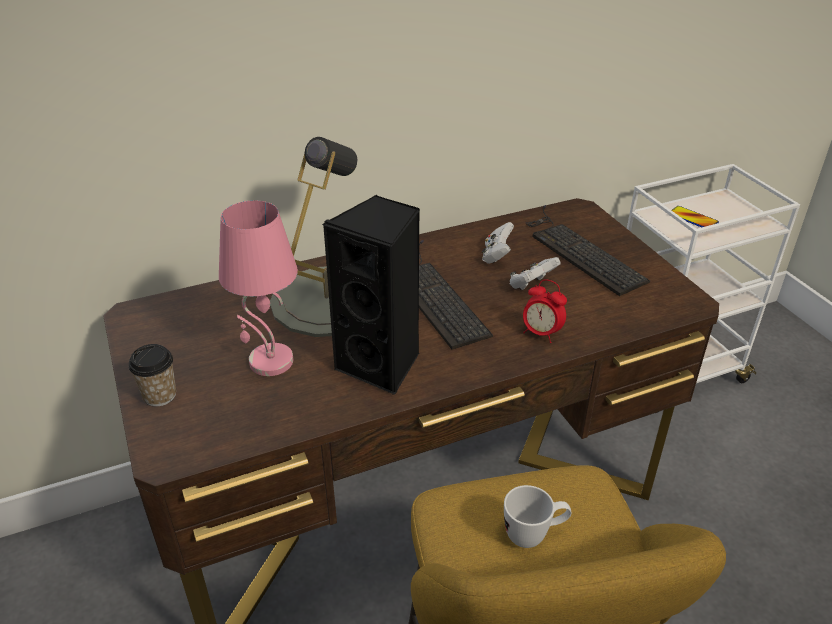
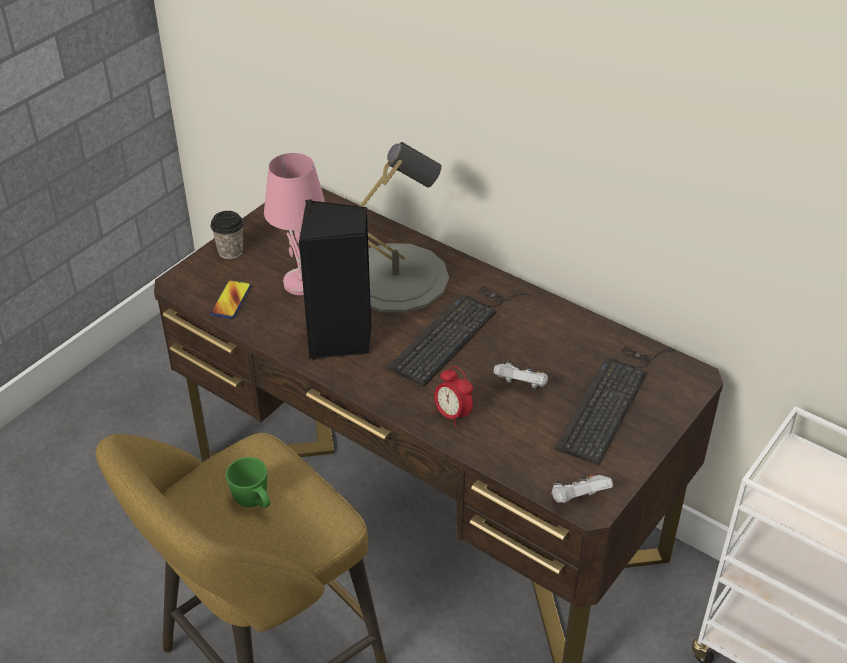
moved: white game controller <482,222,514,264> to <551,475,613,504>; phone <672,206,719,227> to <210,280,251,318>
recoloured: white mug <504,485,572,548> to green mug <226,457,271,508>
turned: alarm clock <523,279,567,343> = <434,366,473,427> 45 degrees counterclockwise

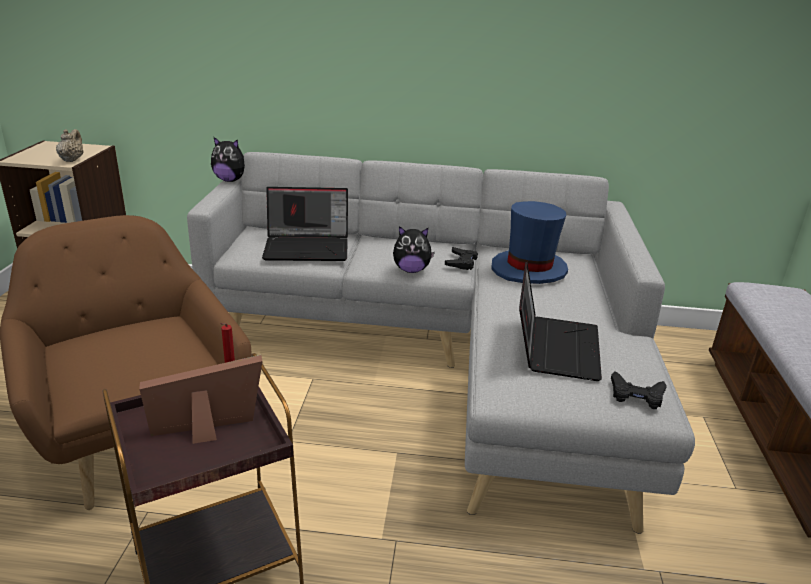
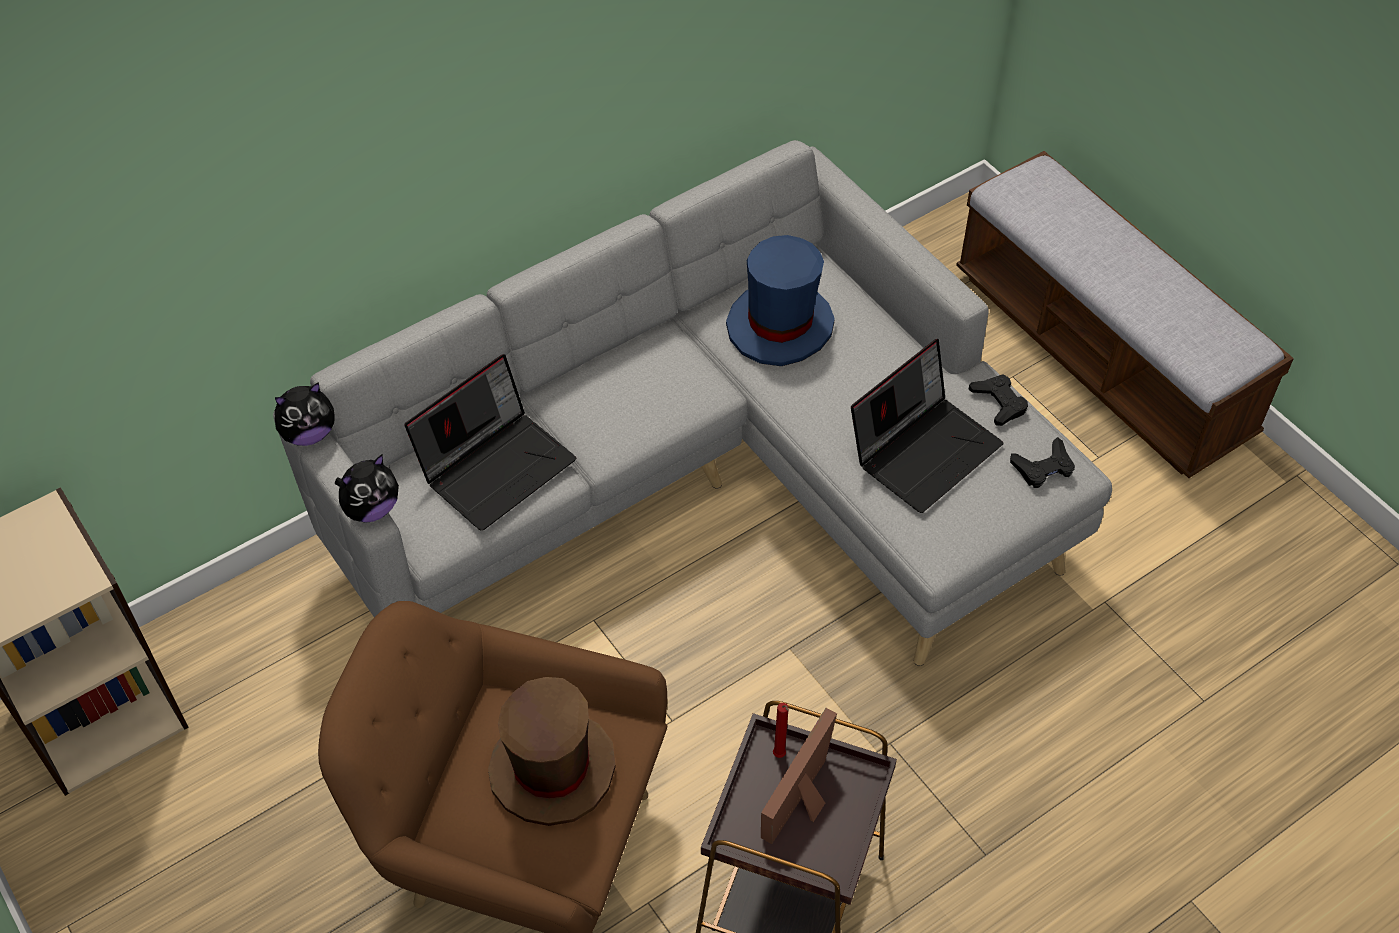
removed: beige teapot <56,129,84,162>
added: brown hat <488,677,616,826>
moved: plush toy <393,226,435,273> to <335,454,399,523>; black game controller <445,247,478,270> to <969,375,1028,426>
turned: laptop <519,262,602,381> = <851,339,1004,513> 75 degrees clockwise

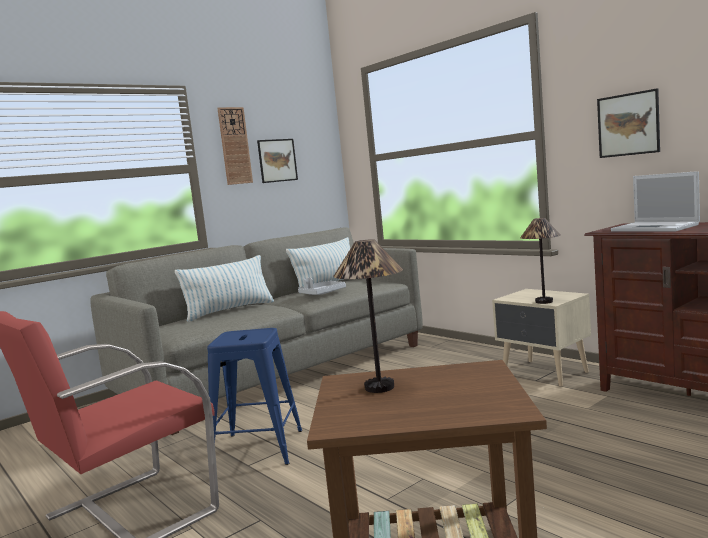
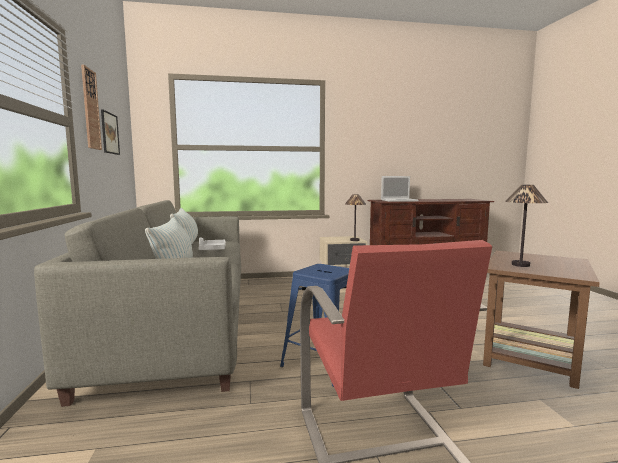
removed: picture <597,88,660,158>

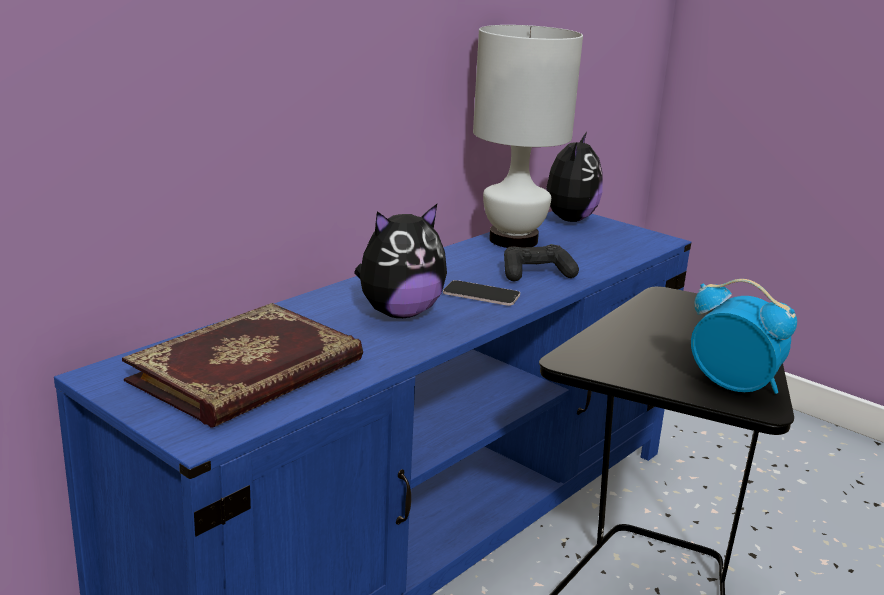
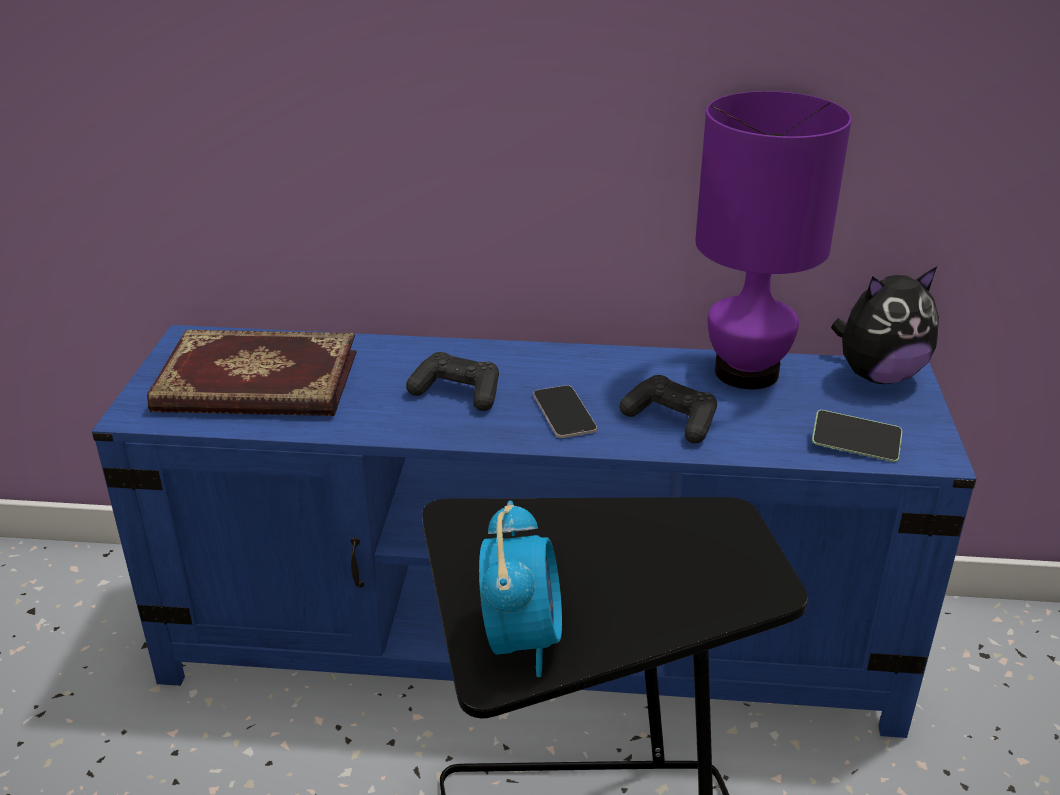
added: phone <812,410,903,462>
replaced: plush toy <354,204,447,318> to black game controller <406,352,499,411>
recoloured: white table lamp <473,25,583,248> to purple table lamp <695,91,851,389>

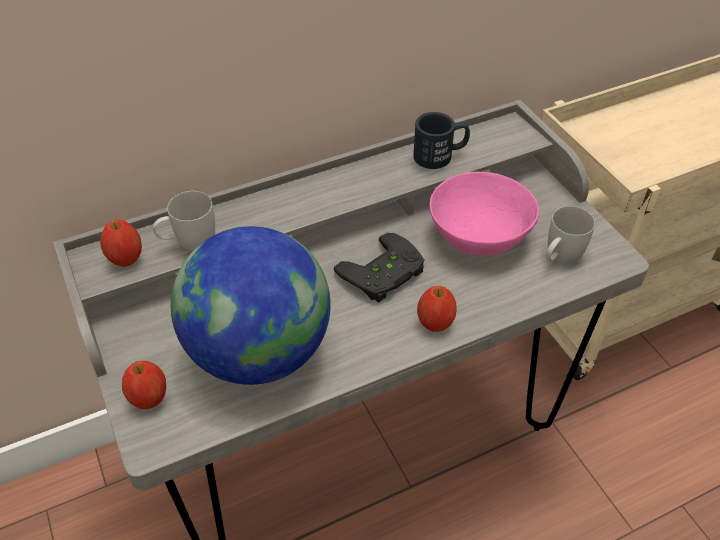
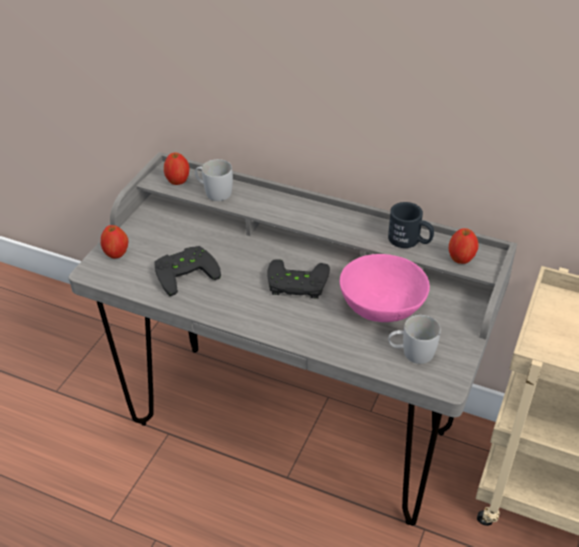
moved: apple <417,286,457,332> to <449,228,479,264>
replaced: globe <171,226,331,385> to black game controller <155,246,221,296>

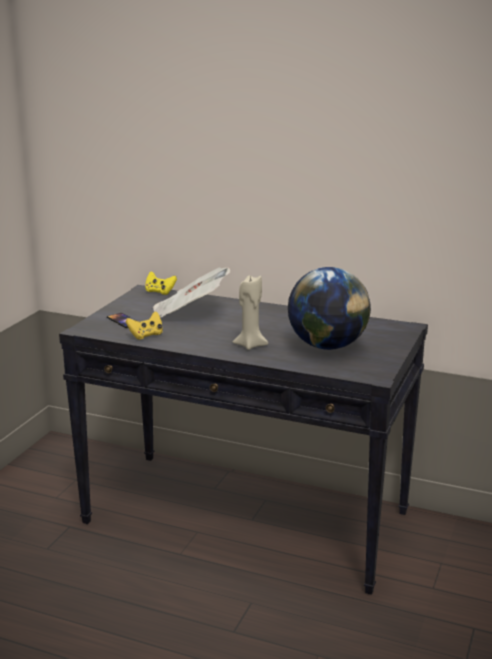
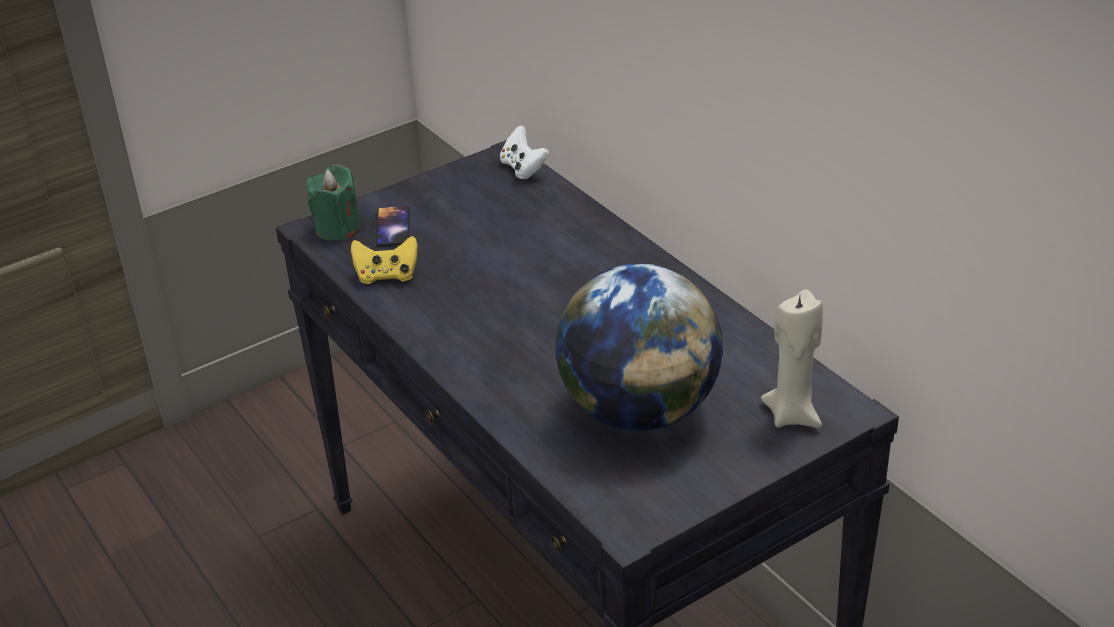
removed: newspaper <153,267,230,318>
added: green candle <307,165,361,241>
moved: beige candle <233,275,268,350> to <761,290,823,428>
recoloured: yellow game controller <145,271,177,295> to white game controller <500,125,550,179>

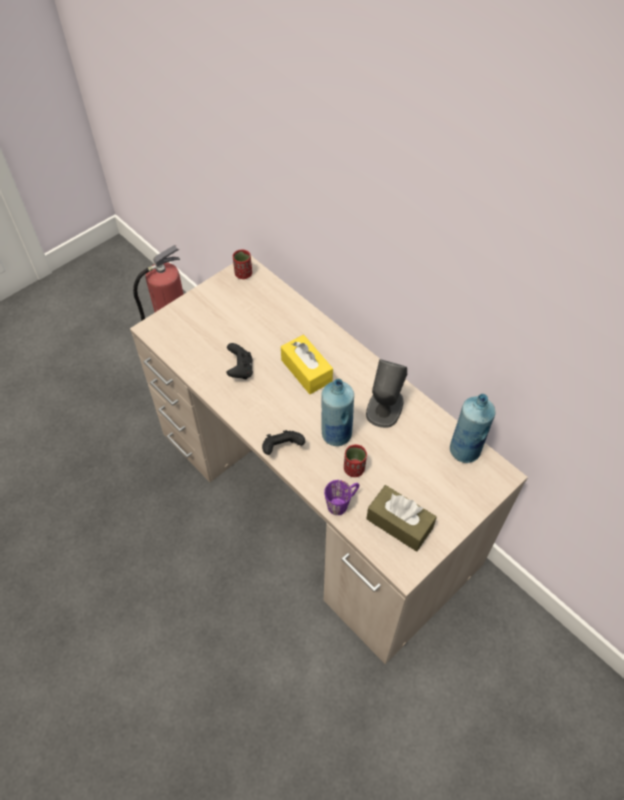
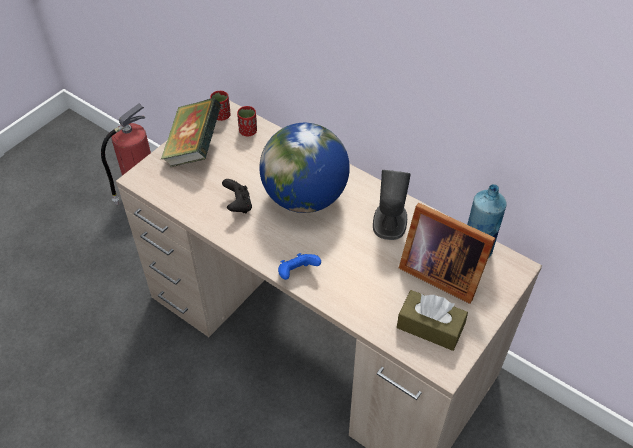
removed: blue bottle <321,378,354,446>; purple mug <324,480,359,515>
added: book <161,98,221,167>; picture frame <399,203,496,304>
moved: red cup <344,444,367,477> to <237,106,257,136>
replaced: yellow tissue box <281,335,333,394> to globe <259,123,350,213>
recoloured: black game controller <262,430,305,455> to blue game controller <278,253,321,280>

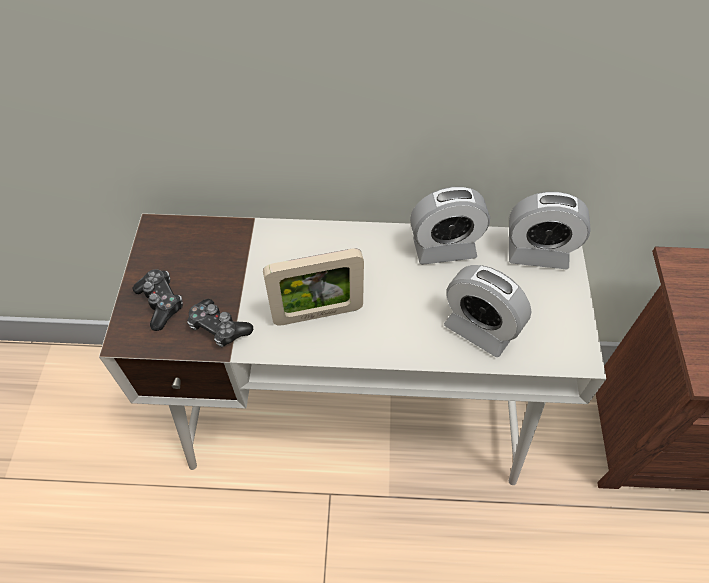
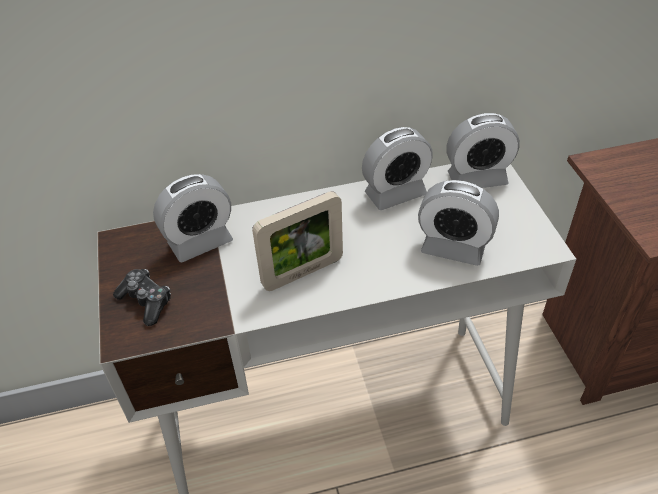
removed: game controller <187,299,253,347>
added: alarm clock <153,174,233,262>

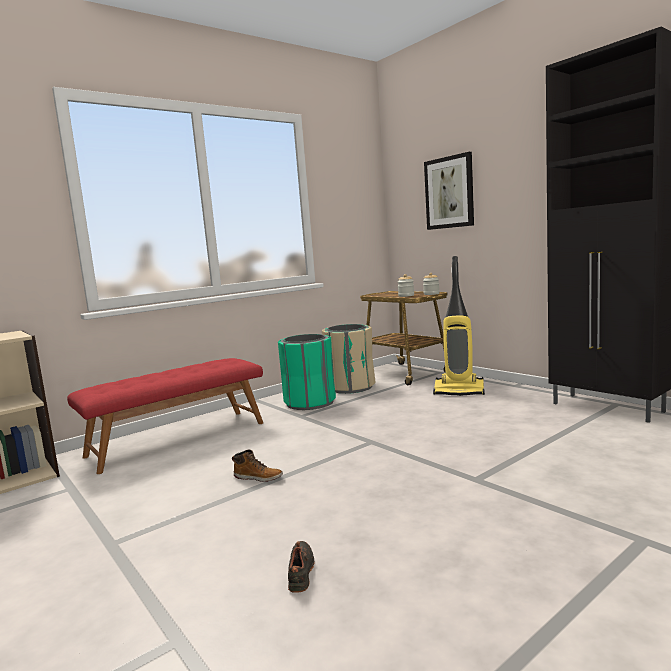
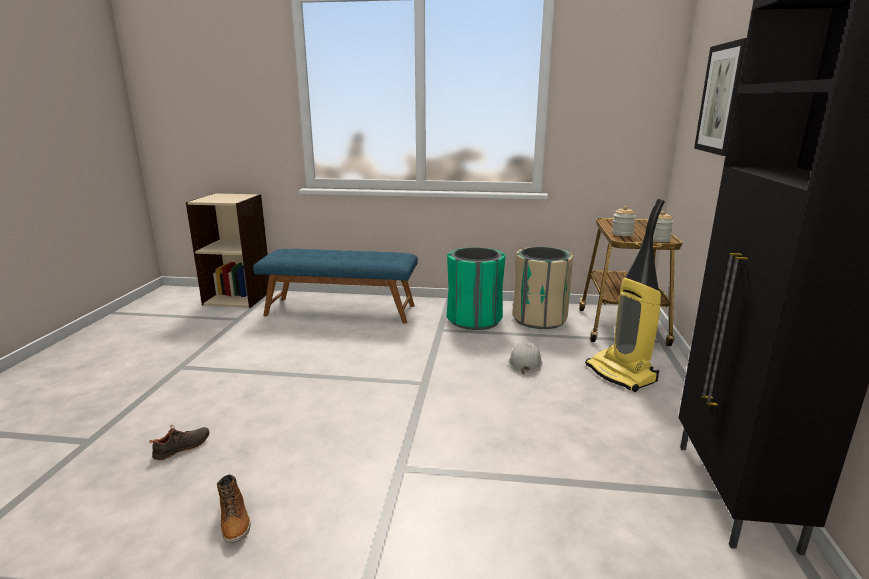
added: white hard hat <508,341,543,374>
moved: boot <232,449,283,482> to <217,474,251,543>
recoloured: red bench <67,358,263,474> to blue bench <253,249,418,324>

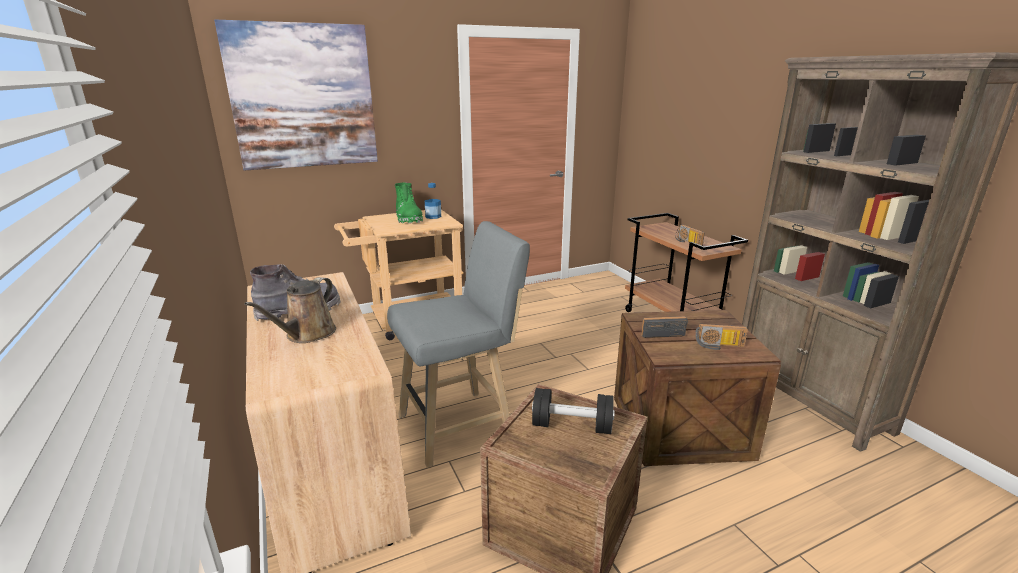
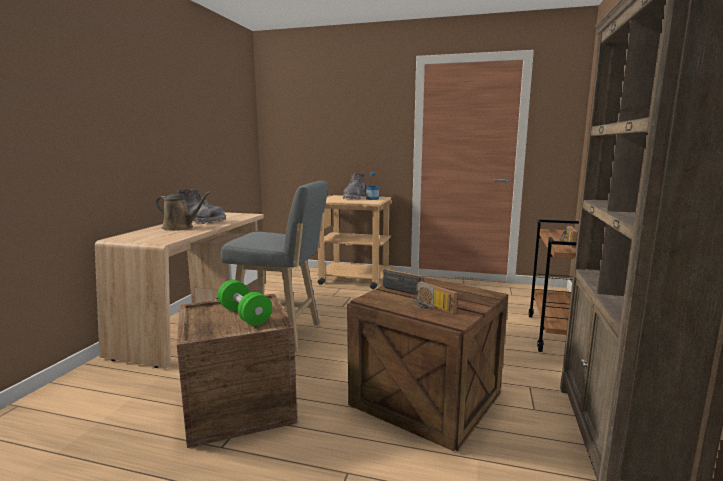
removed: picture <214,20,378,171>
recoloured: green boot <395,182,423,224> to grey boot <343,172,365,200>; black dumbbell <532,388,615,434> to green dumbbell <217,280,272,326>
turned: brown watering can <244,277,336,343> = <155,191,211,231> 135 degrees counterclockwise

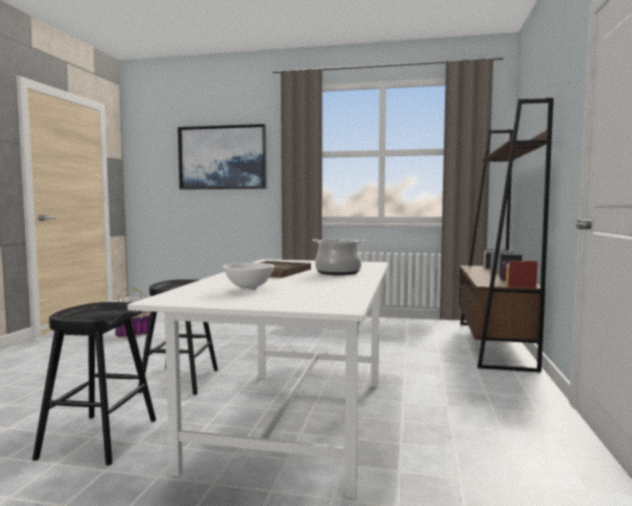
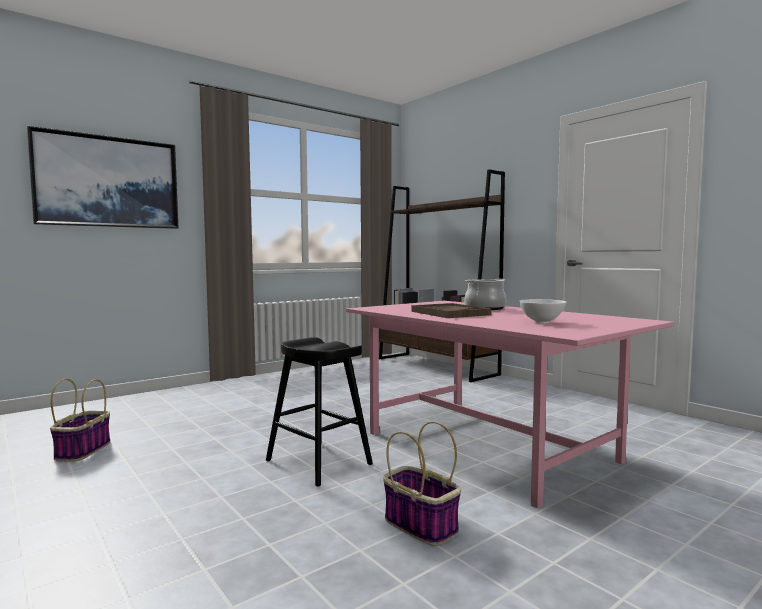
replaced: black stool <32,302,156,466> to basket <383,421,461,546>
recoloured: white dining table <127,259,388,498> to pink dining table <346,301,674,508>

